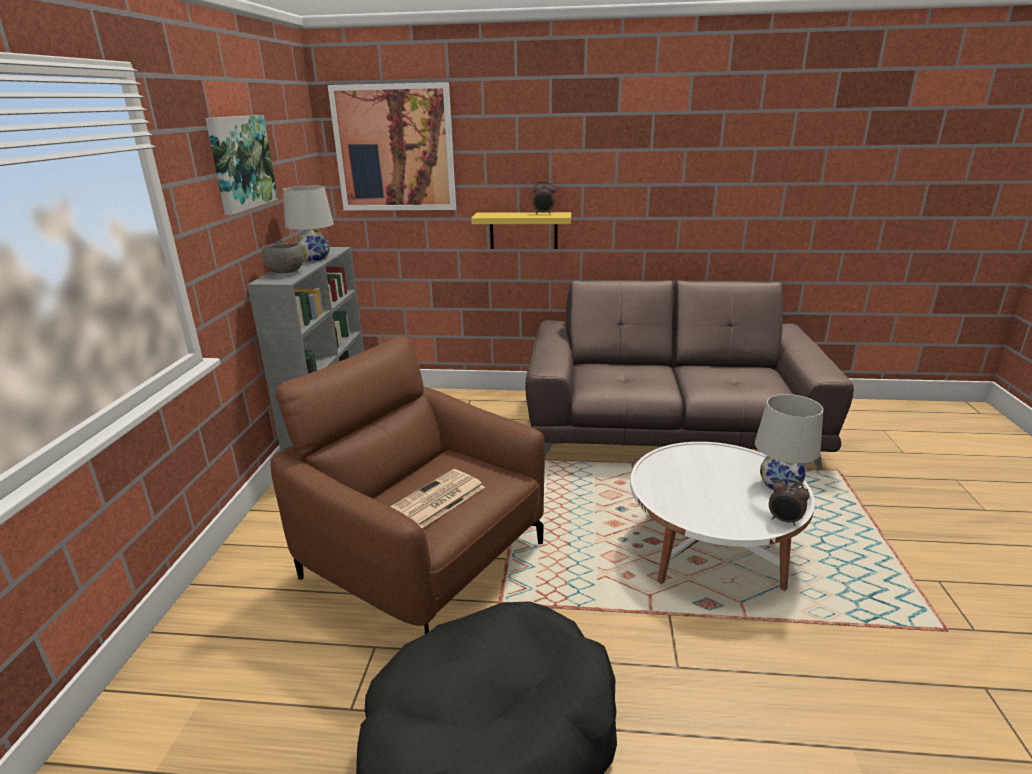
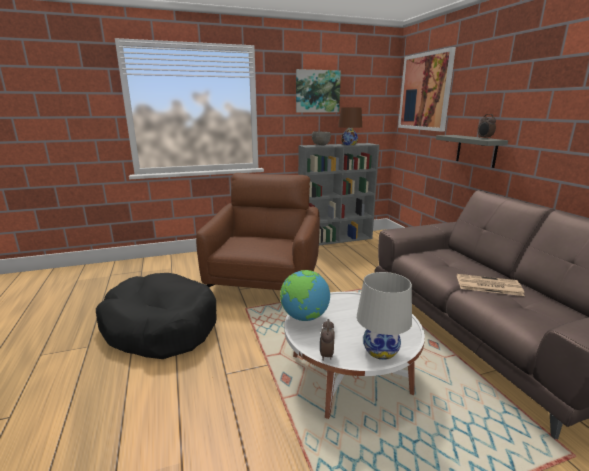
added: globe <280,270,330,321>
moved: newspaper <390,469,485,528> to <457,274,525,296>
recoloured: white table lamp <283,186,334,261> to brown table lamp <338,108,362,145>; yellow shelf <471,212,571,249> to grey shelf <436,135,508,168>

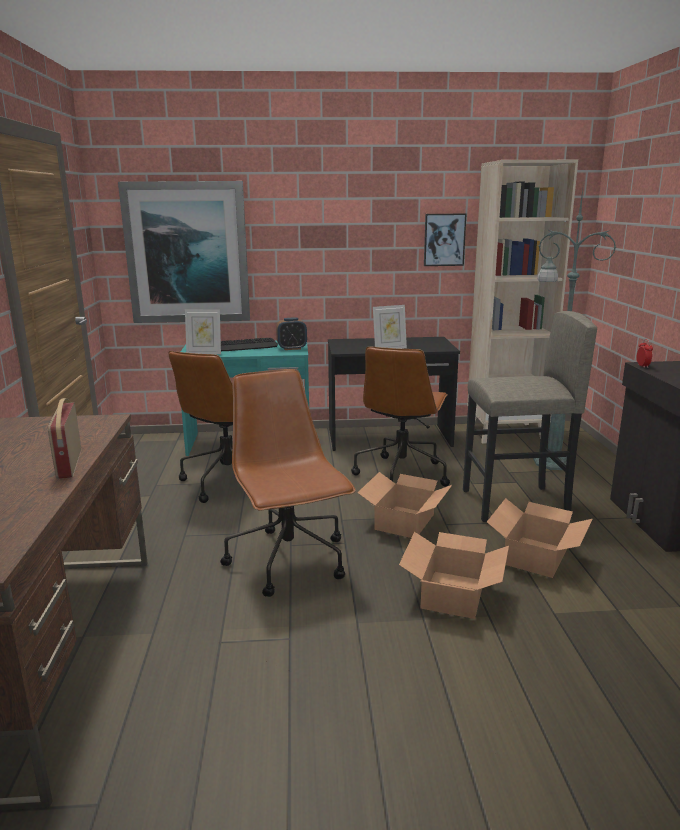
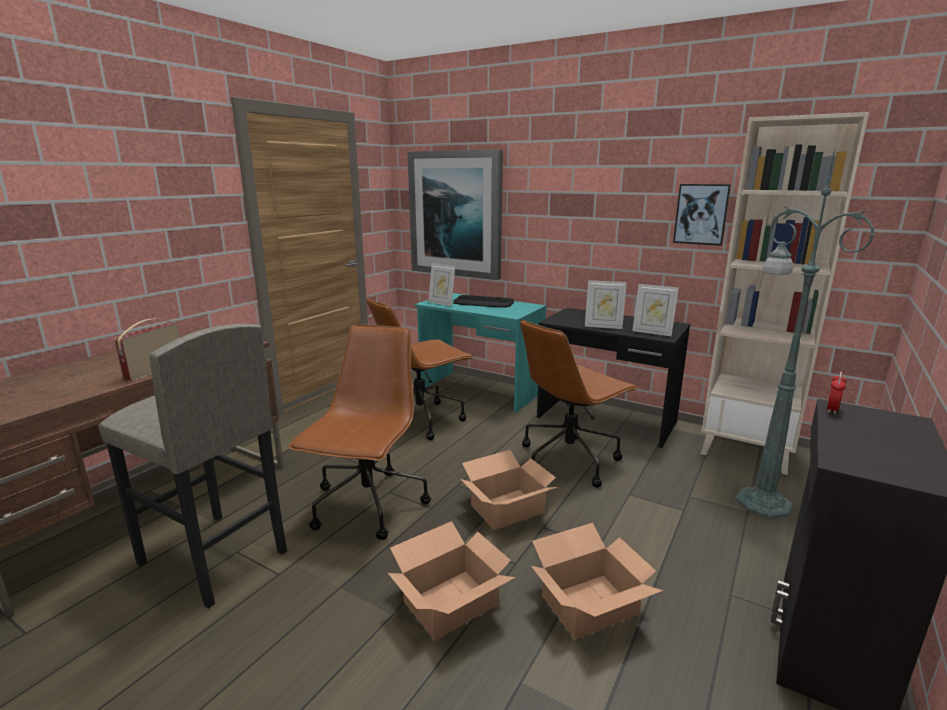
removed: alarm clock <276,318,307,350>
added: picture frame <632,284,679,336>
moved: grey stool <463,311,597,522> to <98,324,287,608>

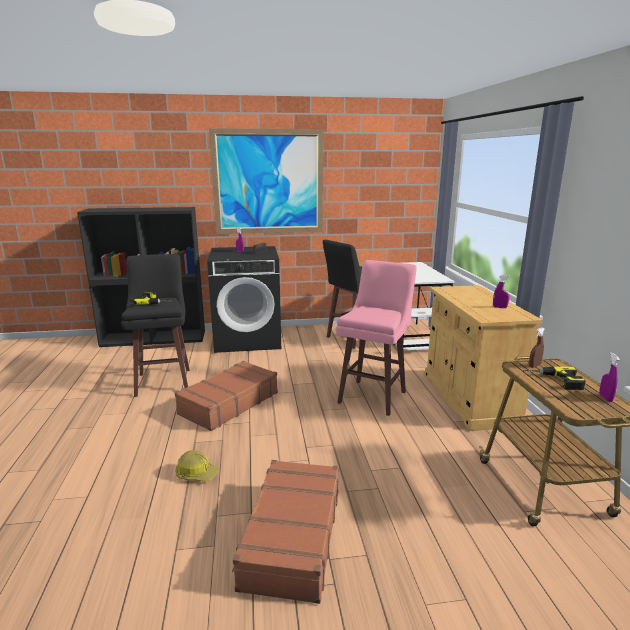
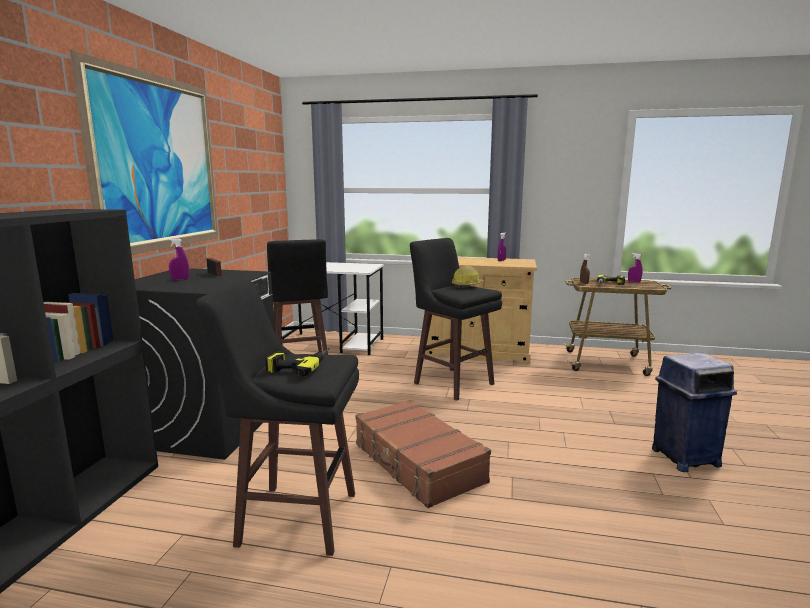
moved: hard hat <175,450,219,481> to <452,266,484,288>
replaced: brown suitcase <232,460,339,604> to blue trash can <652,353,737,472>
recoloured: pink stool <336,260,417,416> to black stool <410,238,502,401>

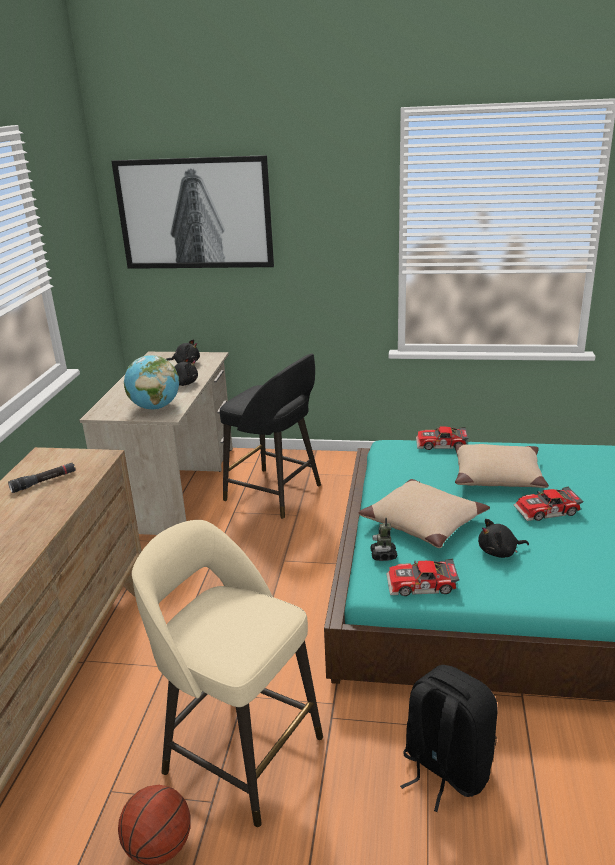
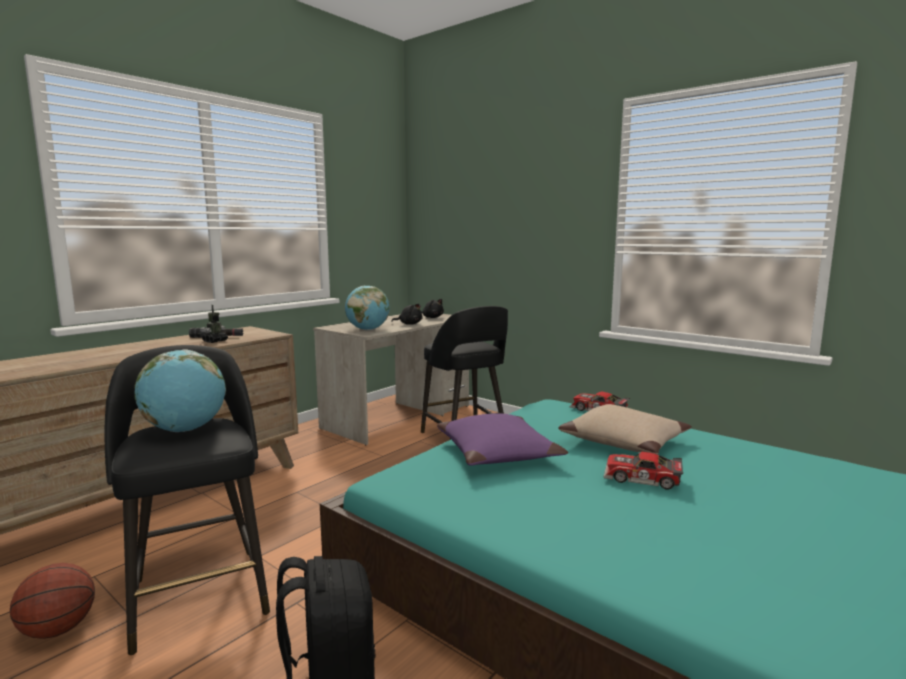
removed: picture <111,155,274,269>; toy car <386,559,460,596>; black plush toy <478,519,529,558>
added: globe <134,349,226,432>
moved: toy robot <370,518,397,561> to <200,305,228,343>
recoloured: beige stool <132,520,323,827> to black stool <104,345,270,655>; beige pillow <358,479,490,548> to purple pillow <437,414,568,466>

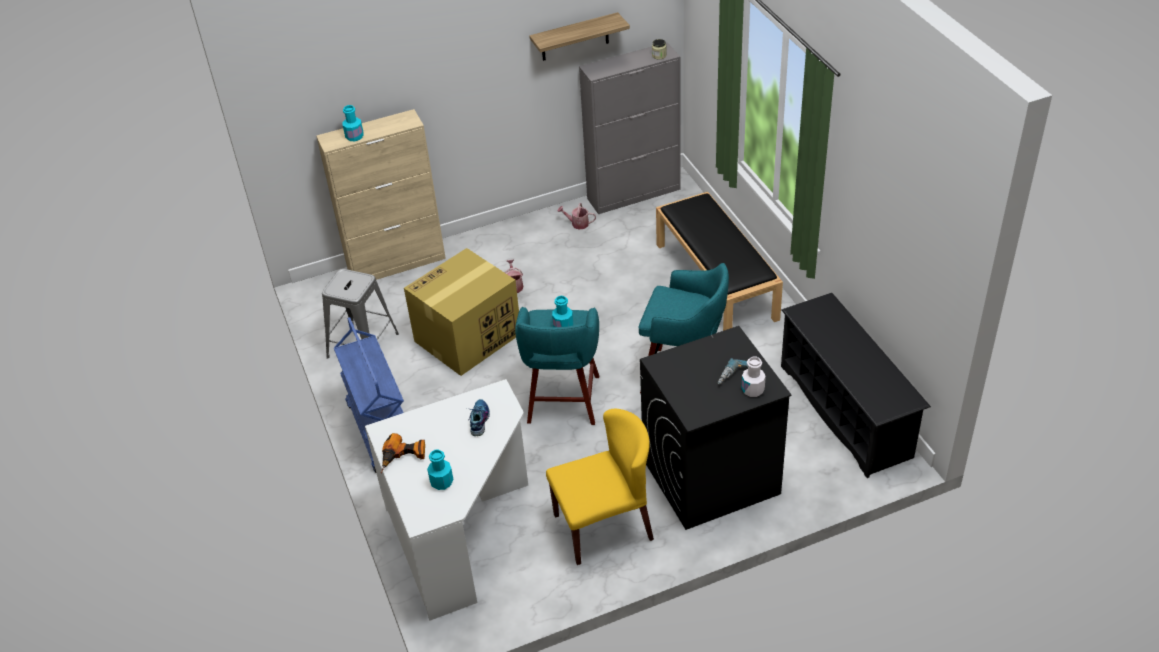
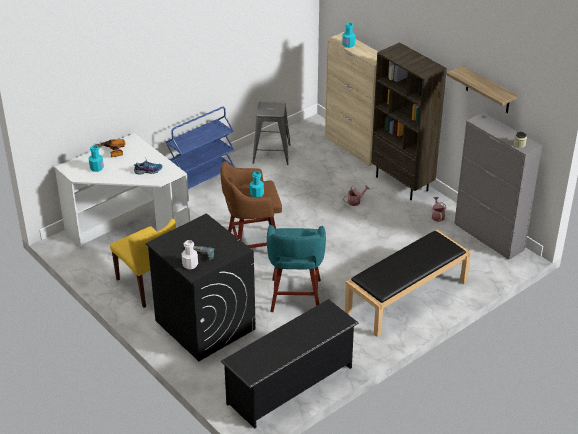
removed: cardboard box <404,248,519,376>
added: brown bookcase <371,42,447,200>
recoloured: turquoise stool <515,307,599,425> to brown stool <220,161,282,248>

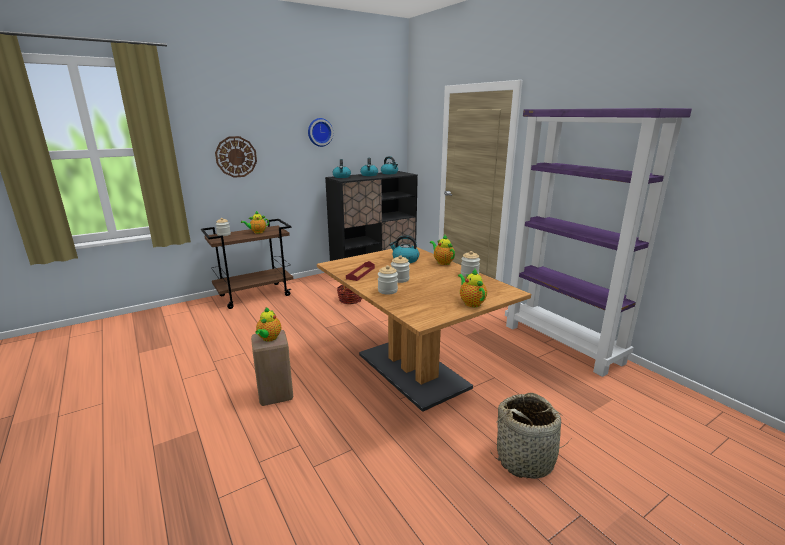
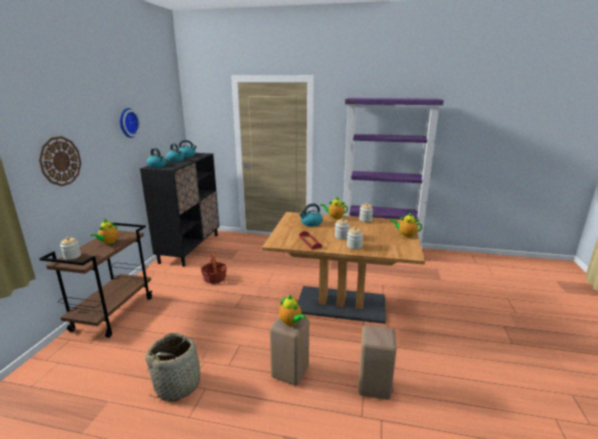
added: beige stool <358,325,397,400>
moved: basket <491,393,573,479> to <145,333,205,402>

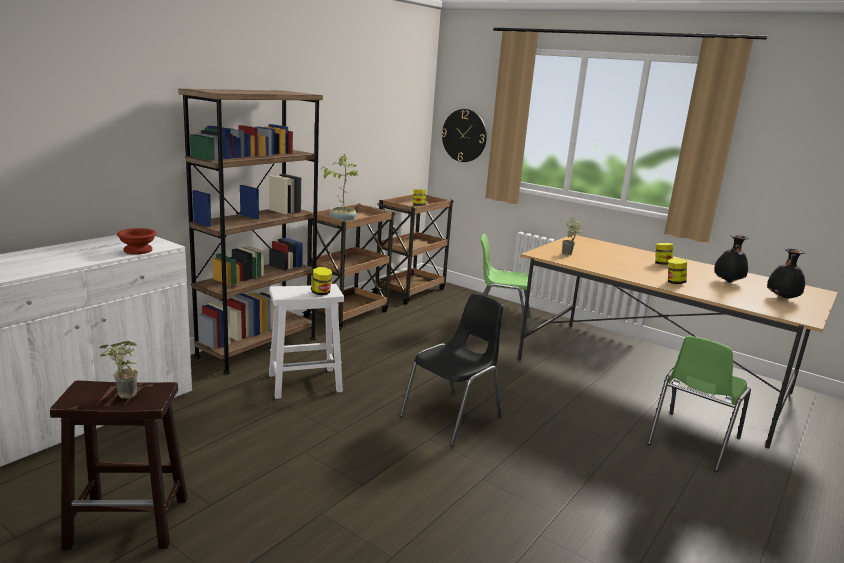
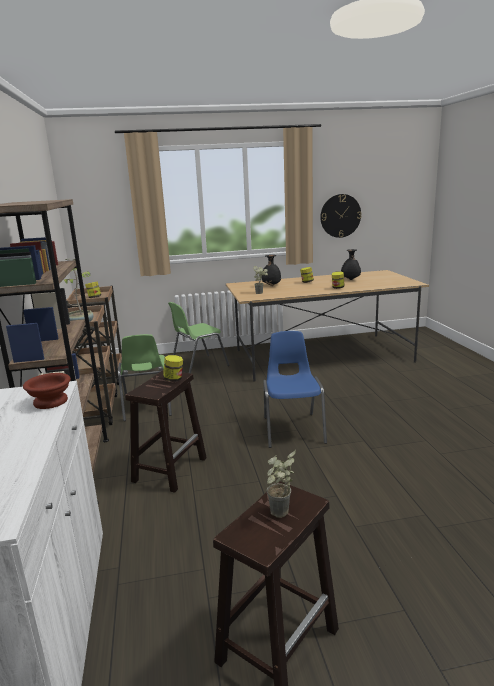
moved: wall clock <441,109,487,162> to <320,194,361,238>; green chair <647,336,751,472> to <118,334,172,421>; black vase <767,248,805,300> to <262,255,281,286>
recoloured: white stool <269,284,344,399> to brown stool <125,370,207,493>; black chair <400,294,503,447> to blue chair <263,331,327,448>

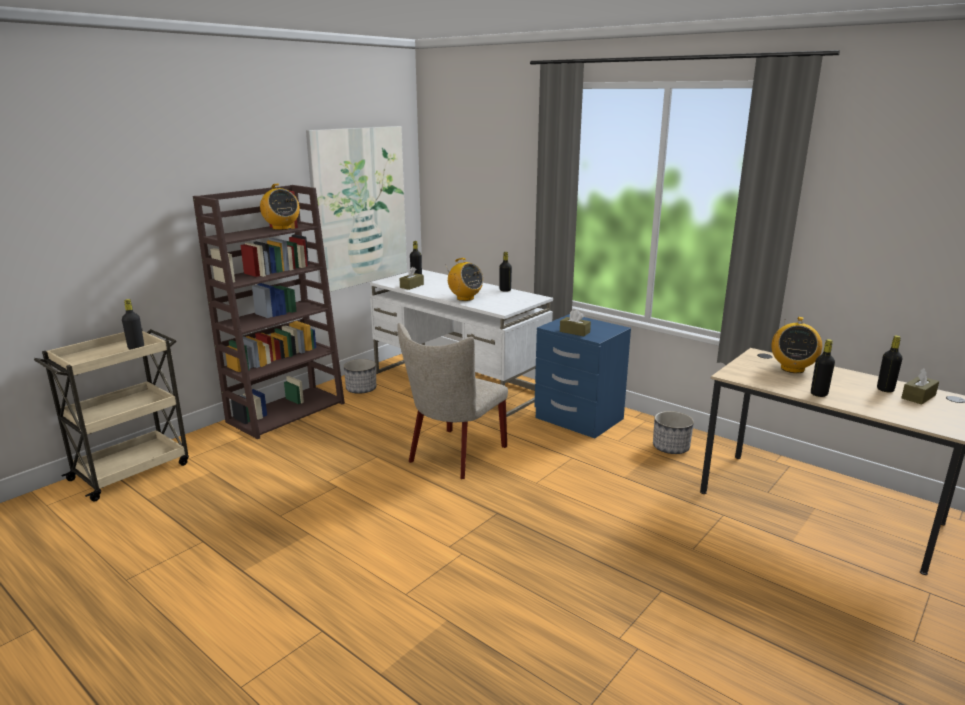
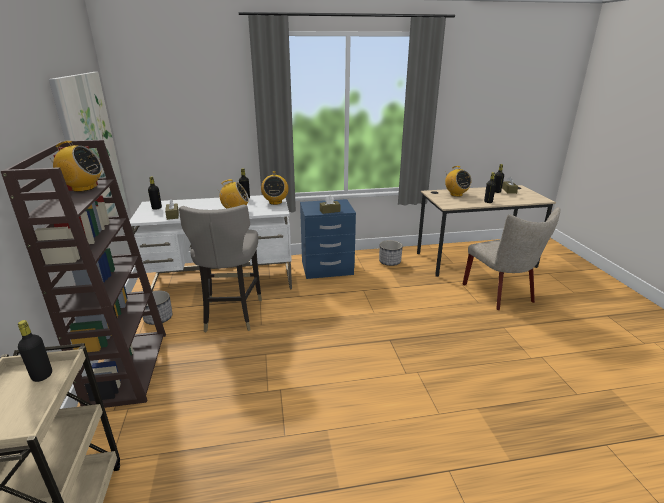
added: grey stool <179,204,262,332>; radio <261,171,288,205>
moved: beige chair <397,323,508,479> to <463,207,560,310>

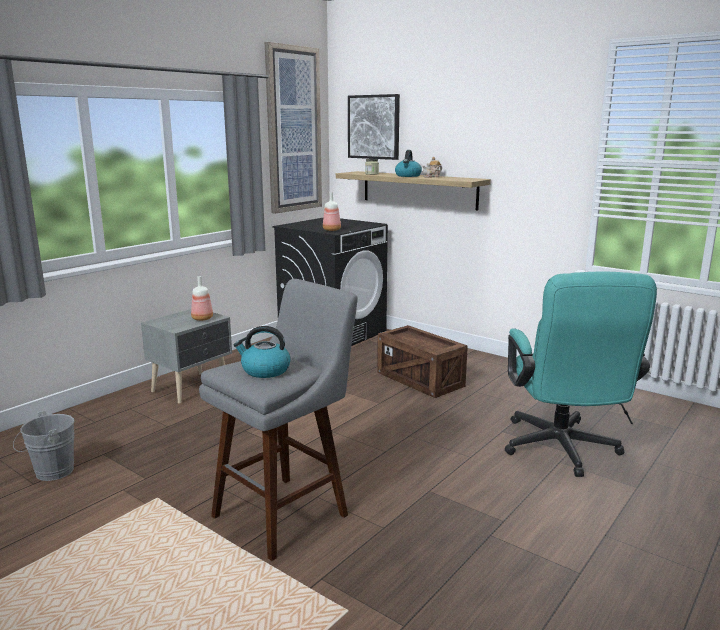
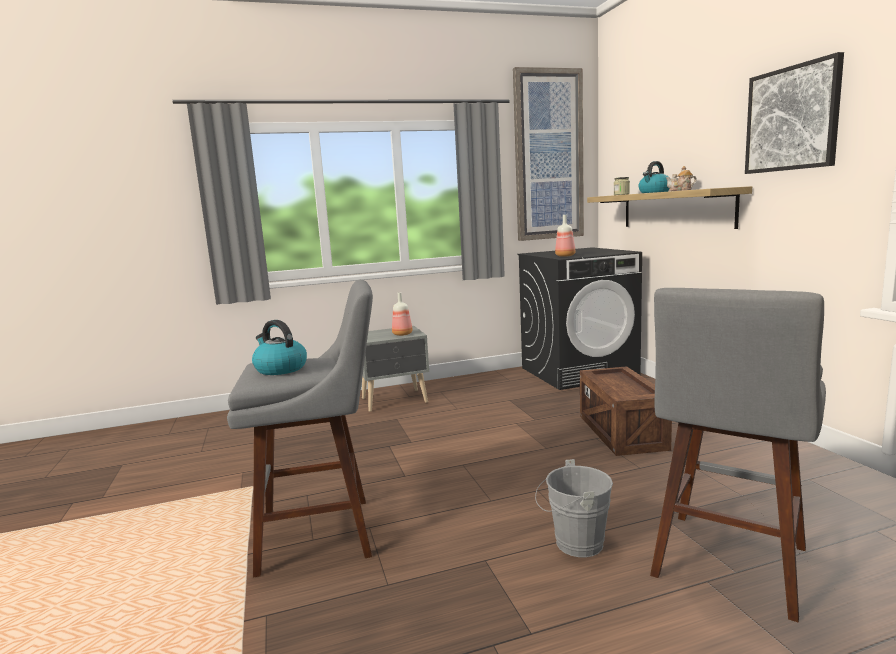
moved: grey bucket <13,411,75,481> to <535,459,613,557>; picture <348,94,400,160> to <745,52,844,174>
replaced: turquoise office chair <505,272,657,477> to grey stool <650,288,826,622>

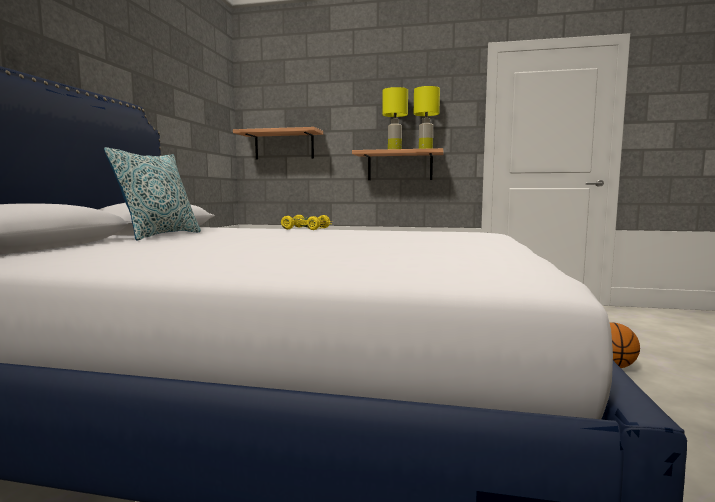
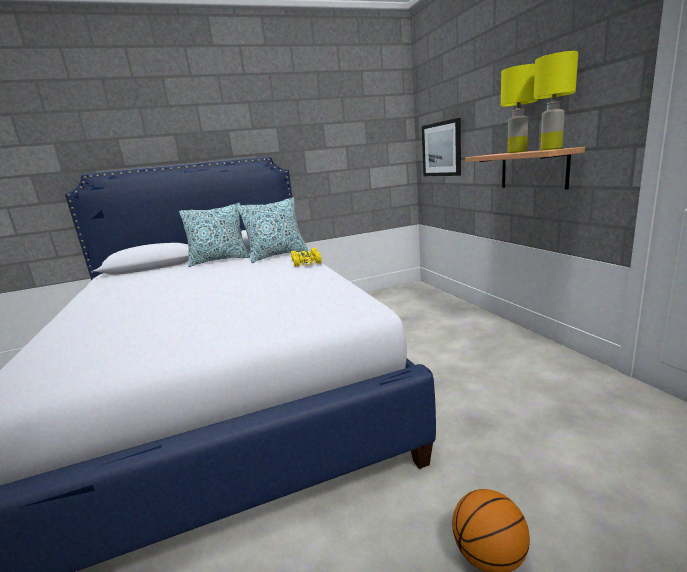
added: pillow <237,197,308,263>
replaced: shelf <233,127,323,160> to picture <422,118,461,176>

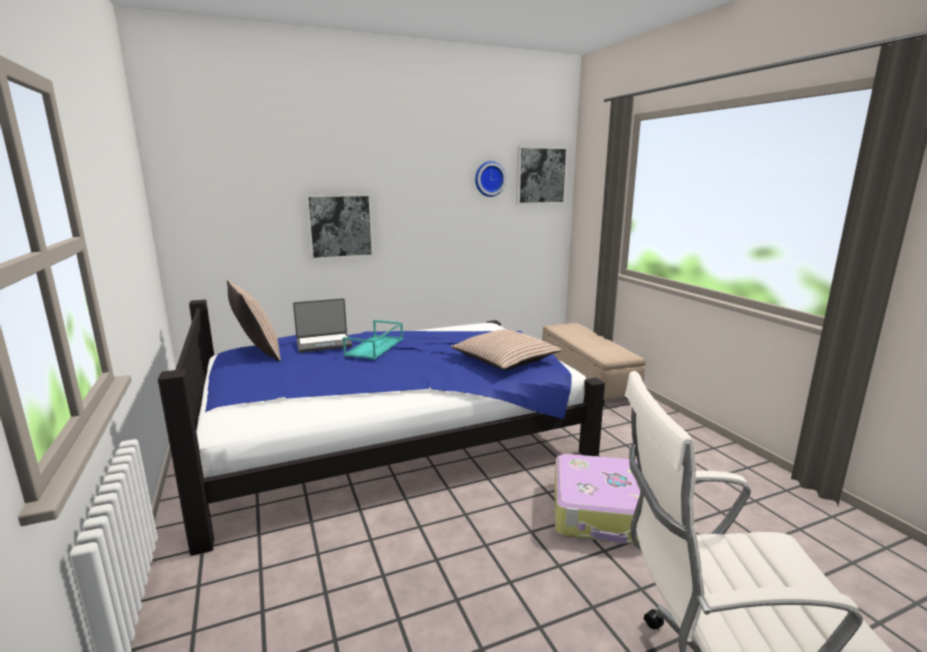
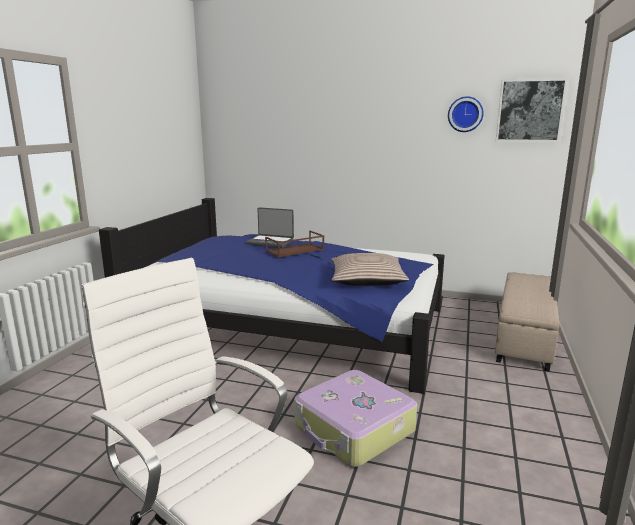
removed: pillow <227,280,281,361>; picture <305,194,374,260>
recoloured: turquoise tray <343,320,403,359> to brown tray <265,231,324,257>

